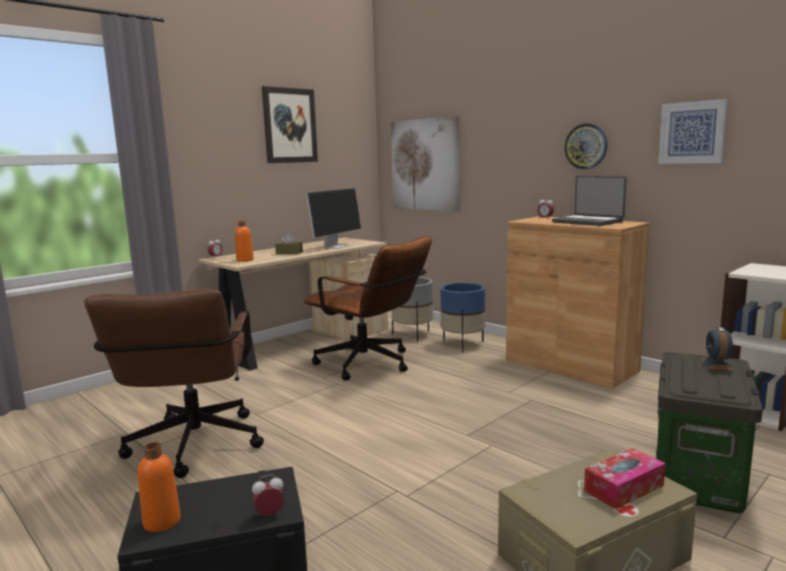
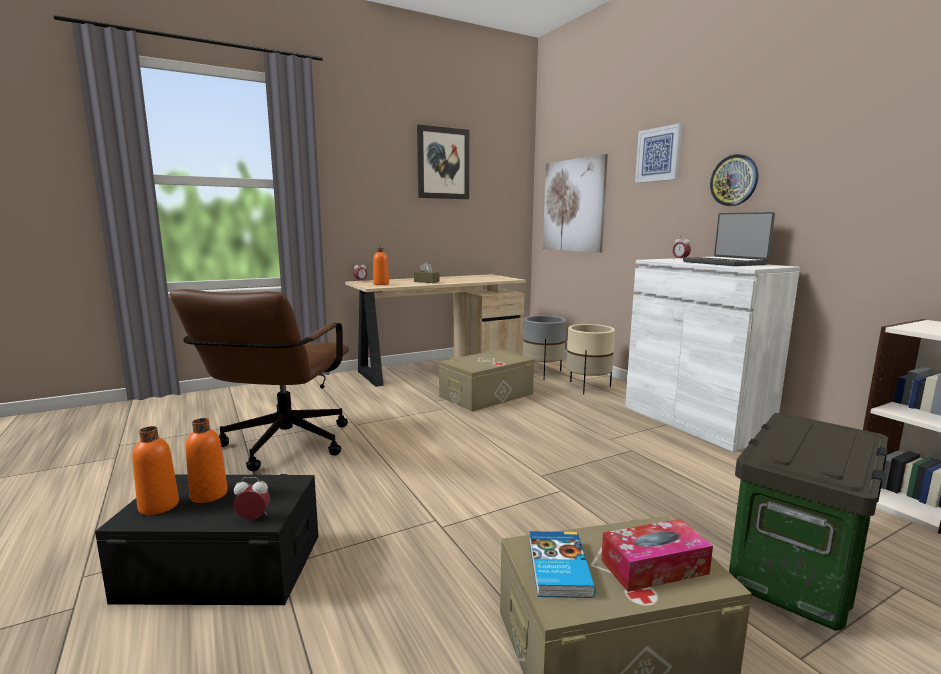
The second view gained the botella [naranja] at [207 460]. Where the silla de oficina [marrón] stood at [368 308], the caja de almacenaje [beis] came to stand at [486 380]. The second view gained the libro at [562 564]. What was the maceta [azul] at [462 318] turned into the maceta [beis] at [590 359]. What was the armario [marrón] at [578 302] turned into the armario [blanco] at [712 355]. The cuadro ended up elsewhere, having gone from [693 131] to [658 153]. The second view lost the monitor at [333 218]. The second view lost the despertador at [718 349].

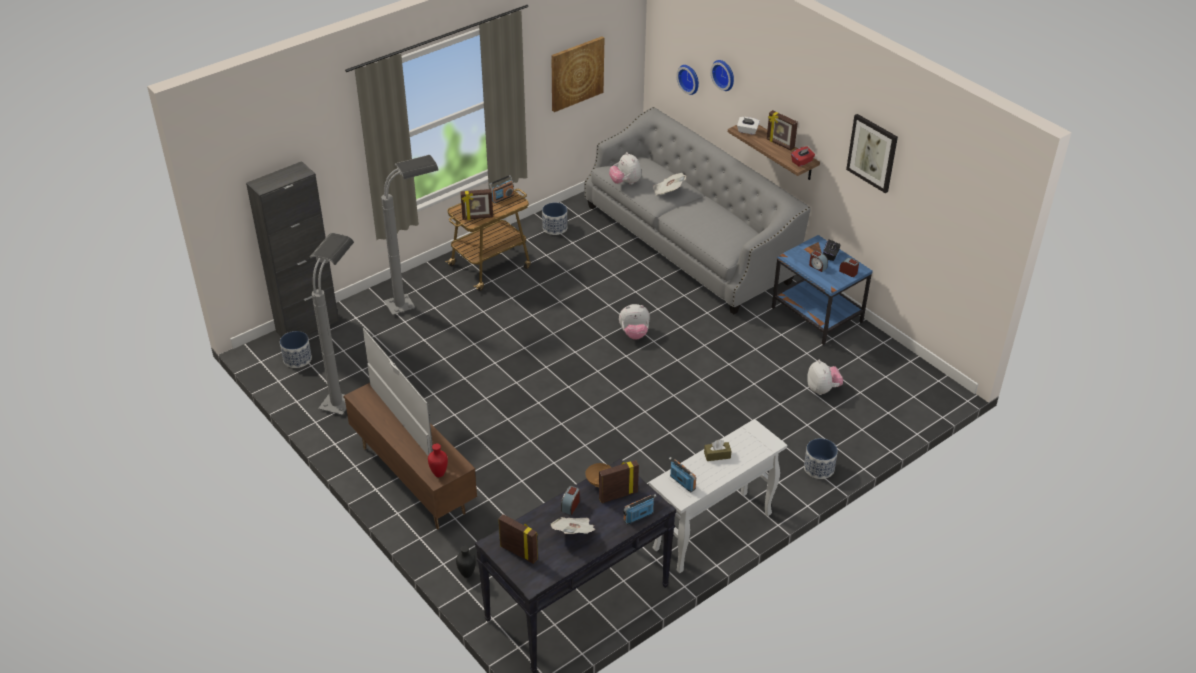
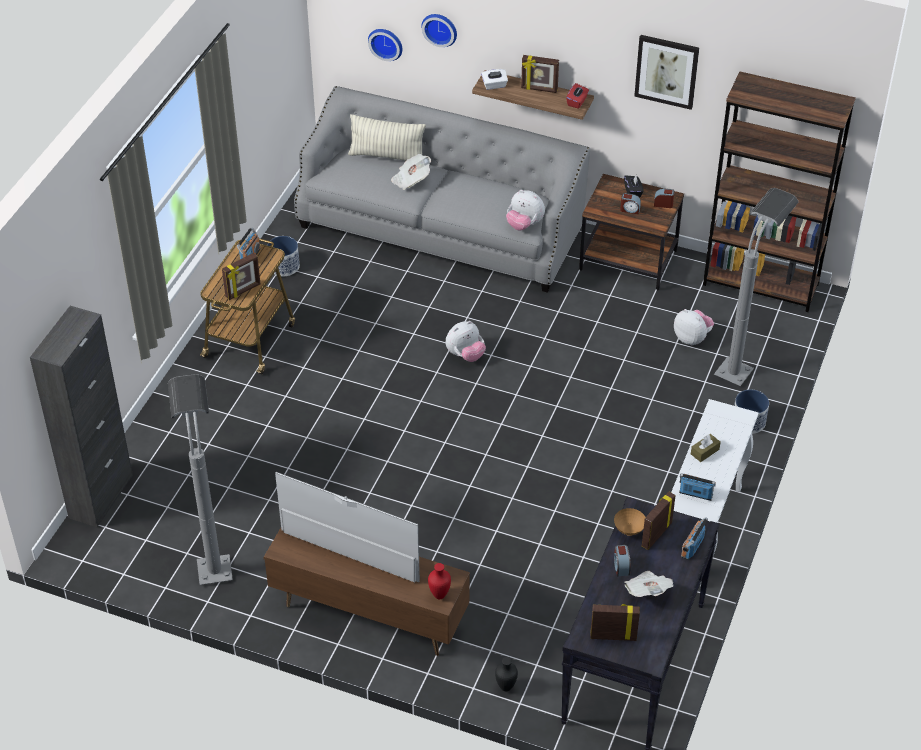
The second view gained the cojín at [387 137]. The peluche ended up elsewhere, having gone from [625 168] to [525 210]. What was the mesa auxiliar [azul] at [822 290] turned into the mesa auxiliar [marrón] at [631 232]. The second view gained the estantería [marrón] at [779 191]. The lámpara de pie [gris] ended up elsewhere, having gone from [410 235] to [756 287]. The second view lost the maceta at [296 349]. The second view lost the cuadro at [577 74].

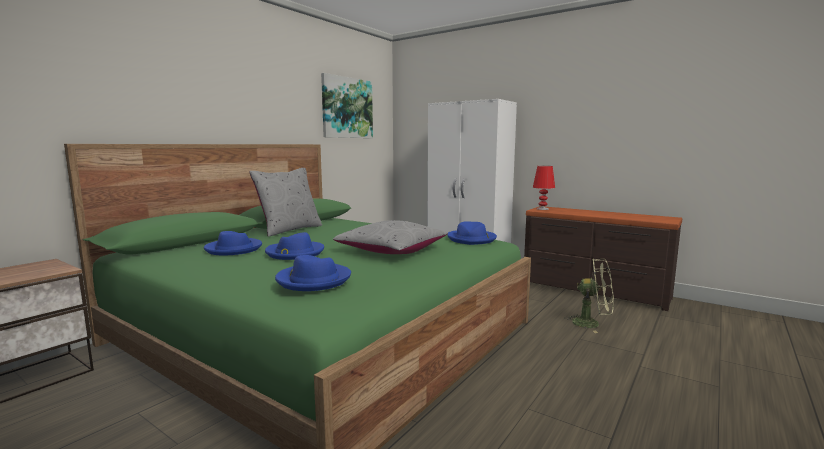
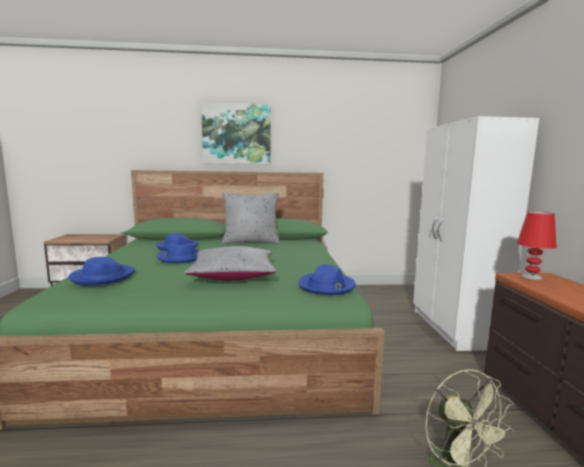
The cuadro ended up elsewhere, having gone from [347 105] to [236 133].

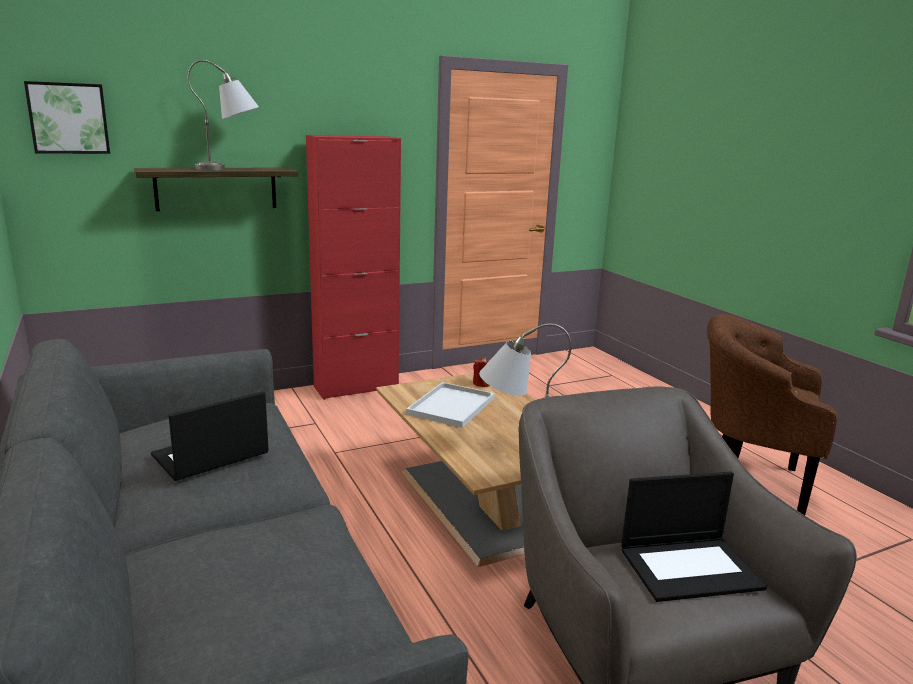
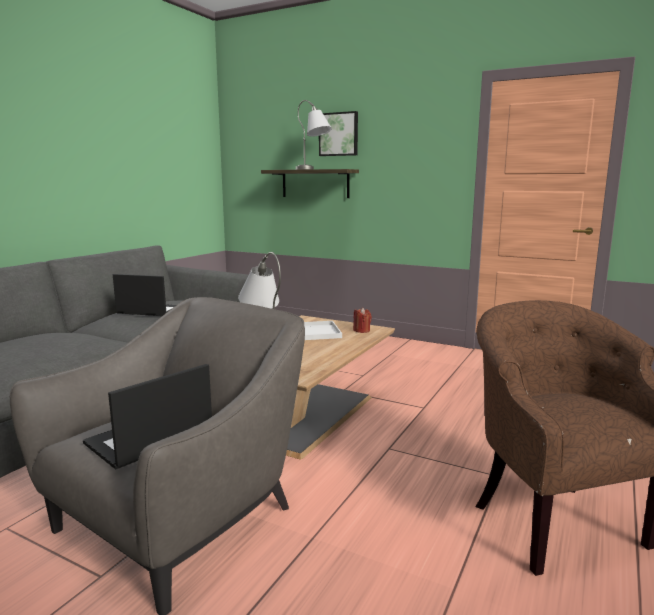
The portátil at [694 537] ended up facing another way, 90 degrees clockwise from before. The cuadro ended up elsewhere, having gone from [67 117] to [338 133]. The second view lost the armario [rojo] at [353 267].

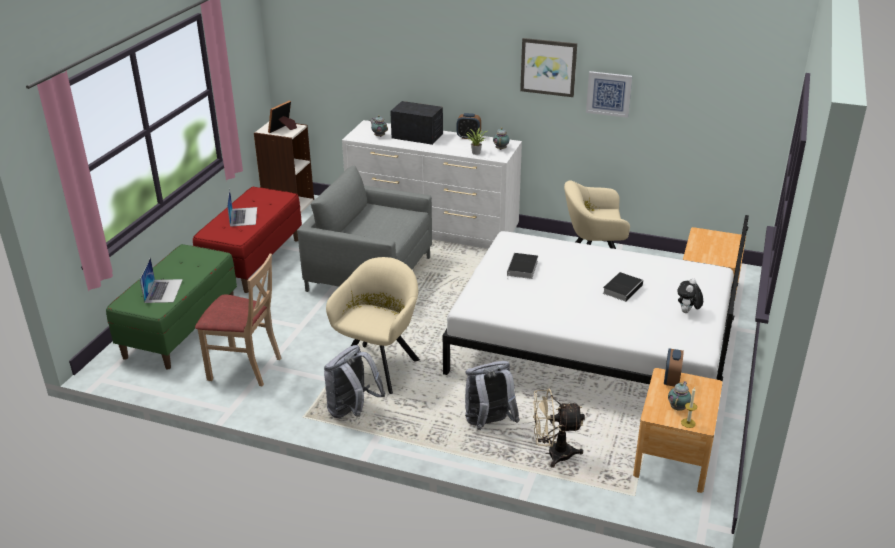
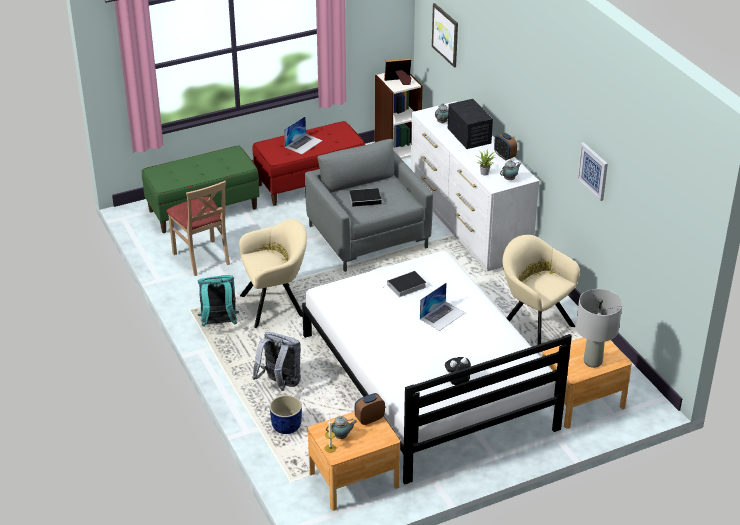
What was the mochila [gris] at [354 381] turned into the mochila [turquesa] at [218 301]. Where the ventilador [beis] stood at [559 428], the maceta [azul] came to stand at [286 414]. The libro ended up elsewhere, having gone from [623 287] to [367 197]. The portátil ended up elsewhere, having gone from [161 280] to [442 306]. The cuadro ended up elsewhere, having gone from [548 67] to [445 35]. The second view gained the lámpara de mesa [gris] at [599 328].

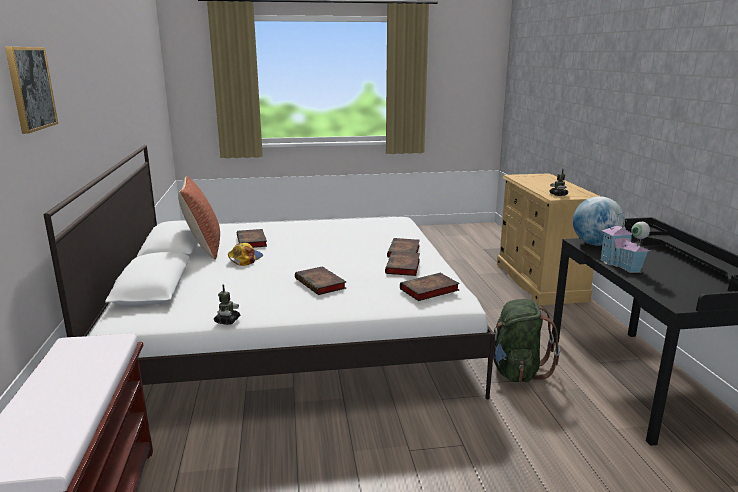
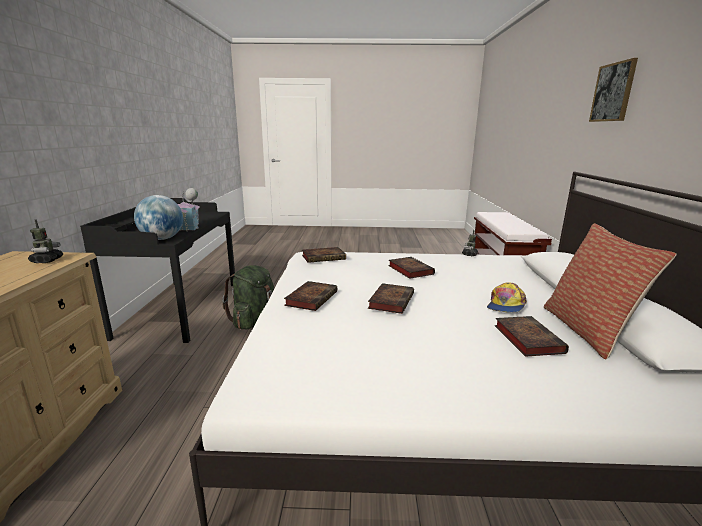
The libro ended up elsewhere, having gone from [402 263] to [391 298].

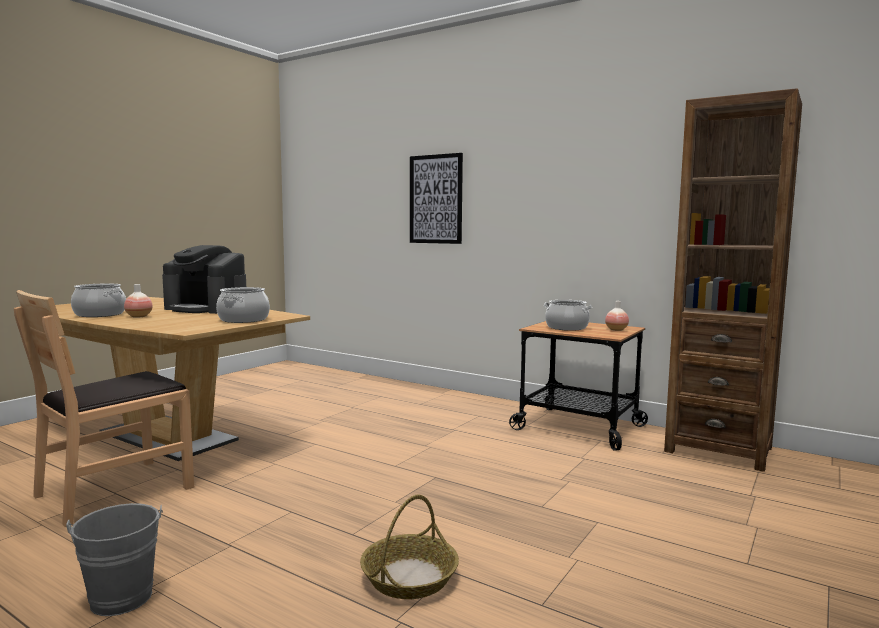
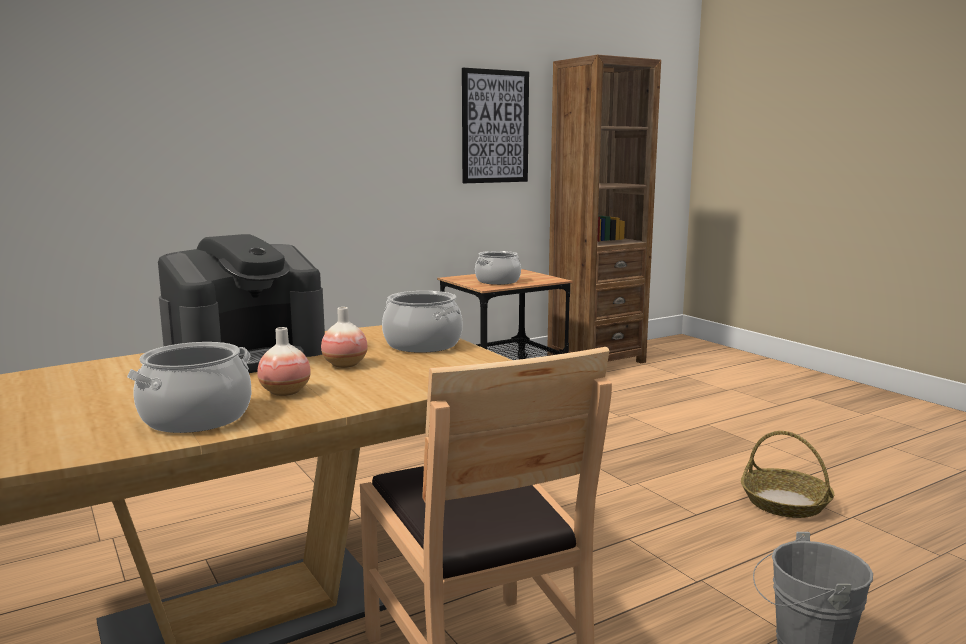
The florero ended up elsewhere, having gone from [617 316] to [344 337]. The cuadro ended up elsewhere, having gone from [436 198] to [495 125].

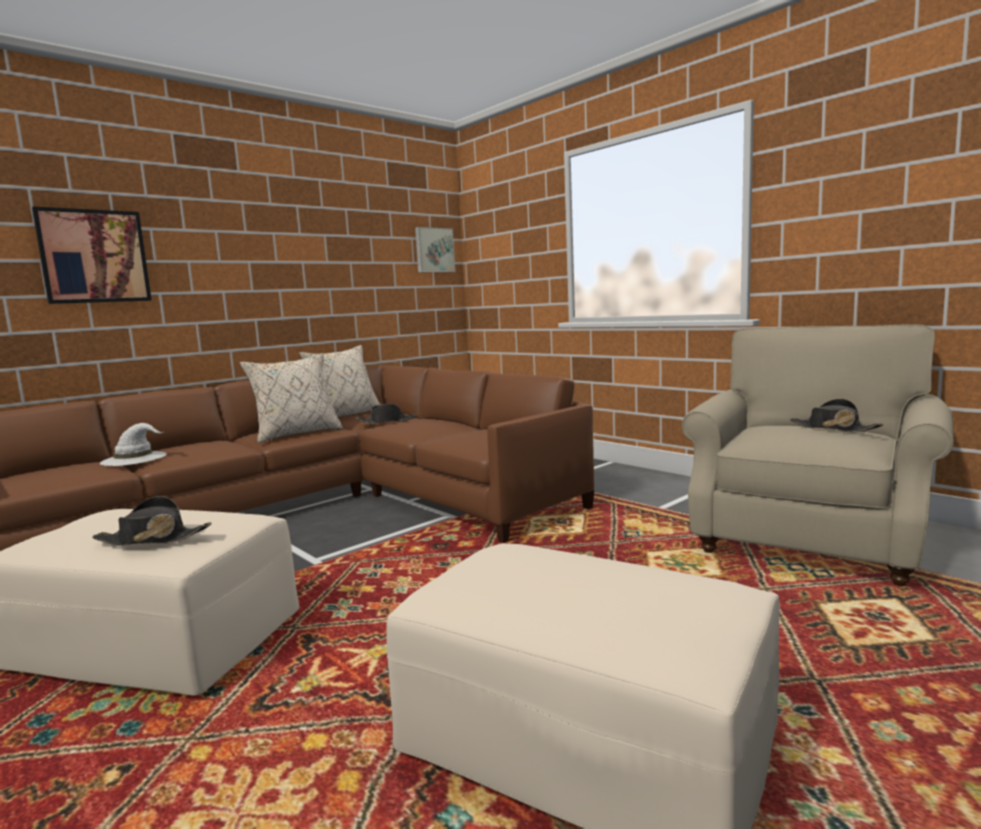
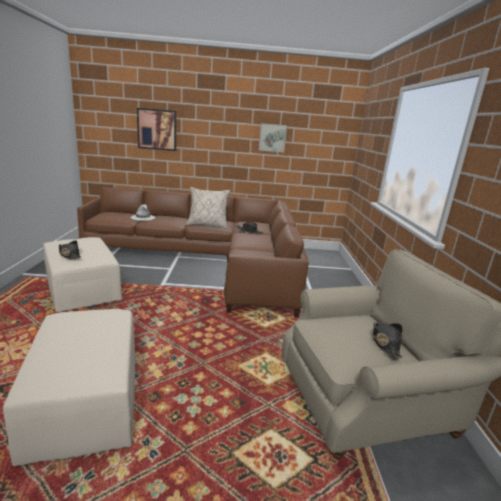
The cuadro ended up elsewhere, having gone from [435 249] to [273 137]. The second view lost the cojín [beis] at [340 381].

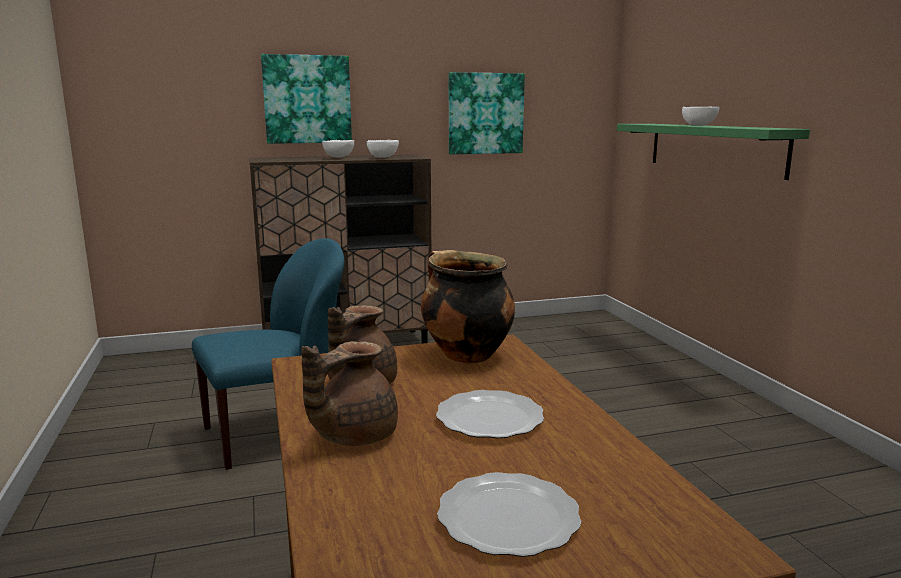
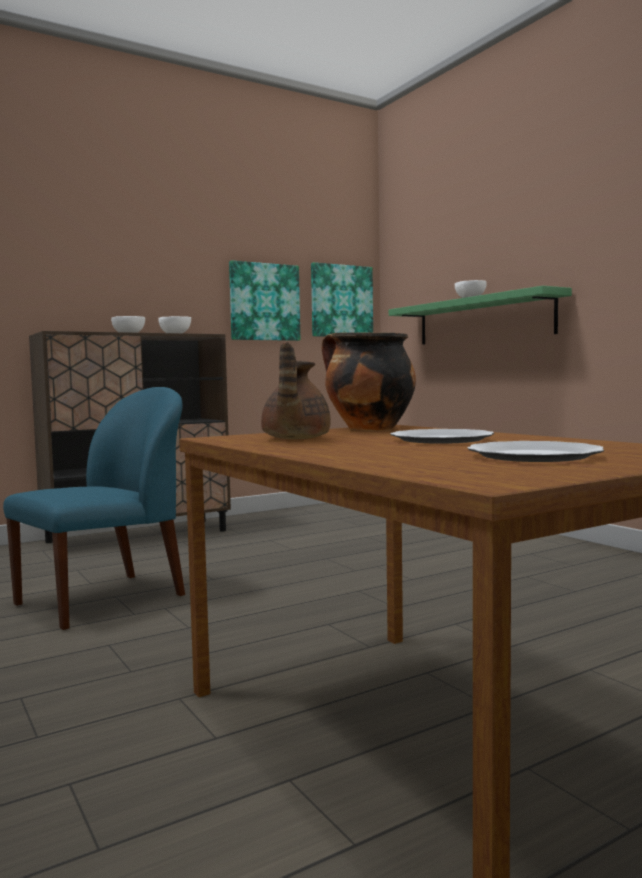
The cuadro ended up elsewhere, having gone from [306 99] to [342 299]. The second view lost the tetera [marrón] at [349 393].

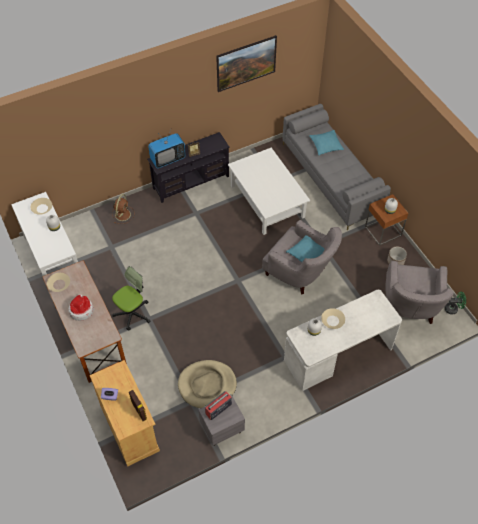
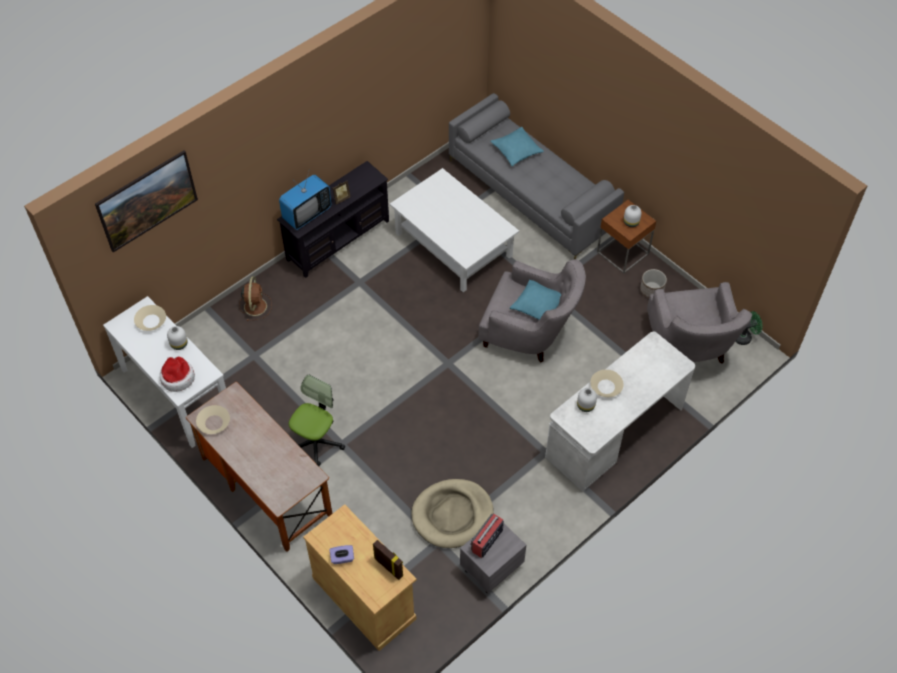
The cuadro ended up elsewhere, having gone from [246 63] to [146 201]. The sombrero ended up elsewhere, having gone from [81 307] to [177 374].

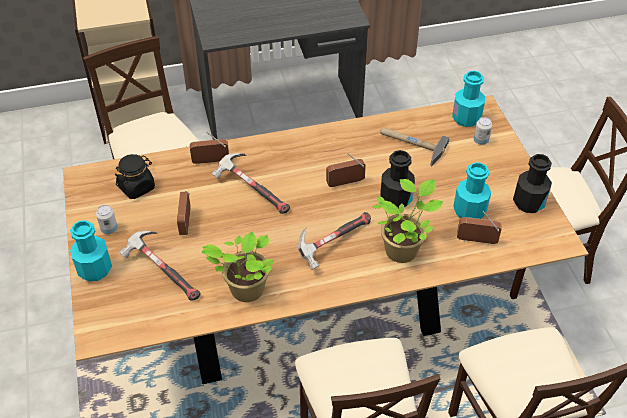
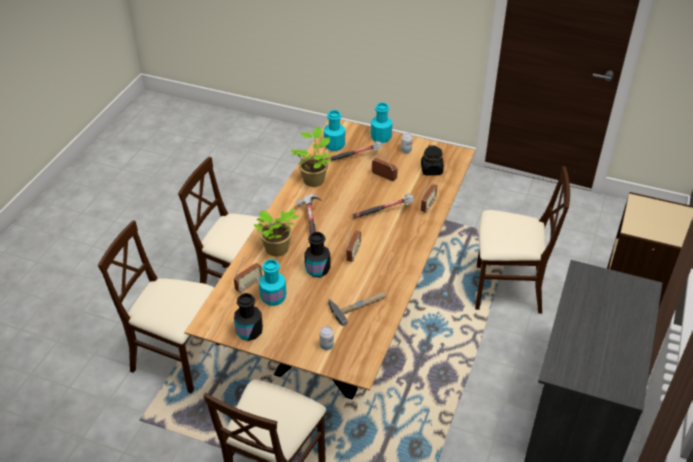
The botella [turquesa] ended up elsewhere, having gone from [468 99] to [334 130].

